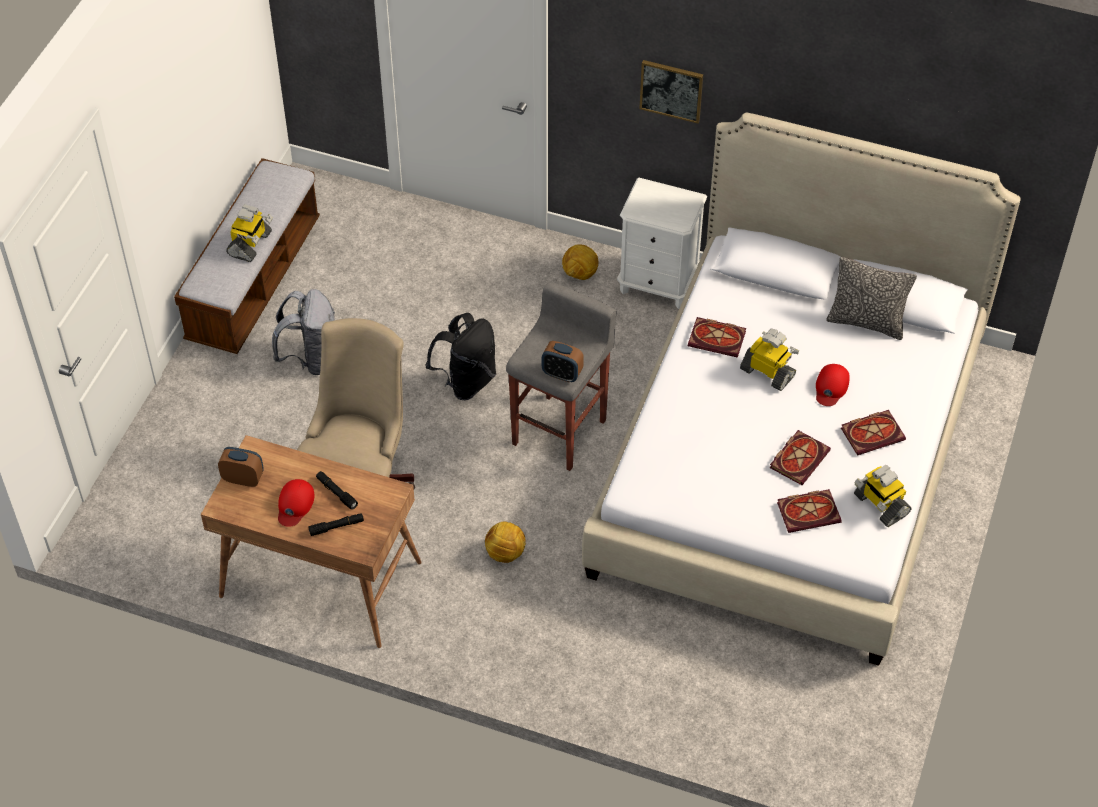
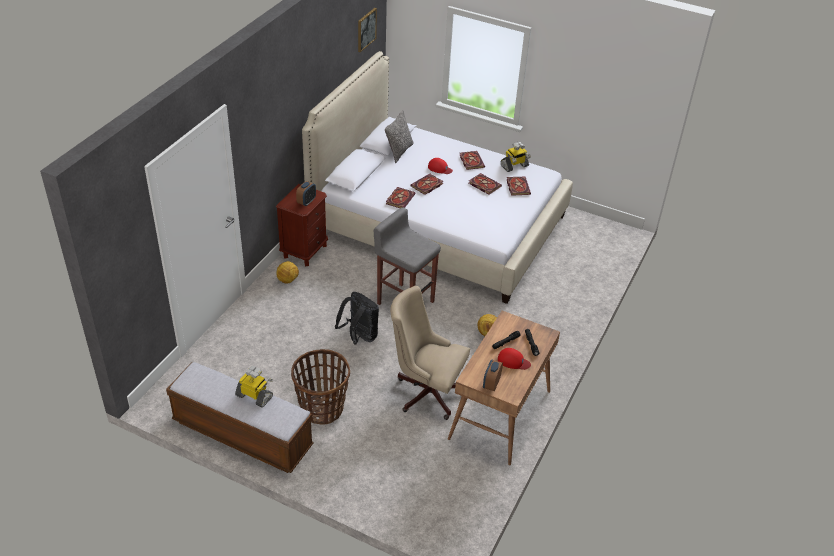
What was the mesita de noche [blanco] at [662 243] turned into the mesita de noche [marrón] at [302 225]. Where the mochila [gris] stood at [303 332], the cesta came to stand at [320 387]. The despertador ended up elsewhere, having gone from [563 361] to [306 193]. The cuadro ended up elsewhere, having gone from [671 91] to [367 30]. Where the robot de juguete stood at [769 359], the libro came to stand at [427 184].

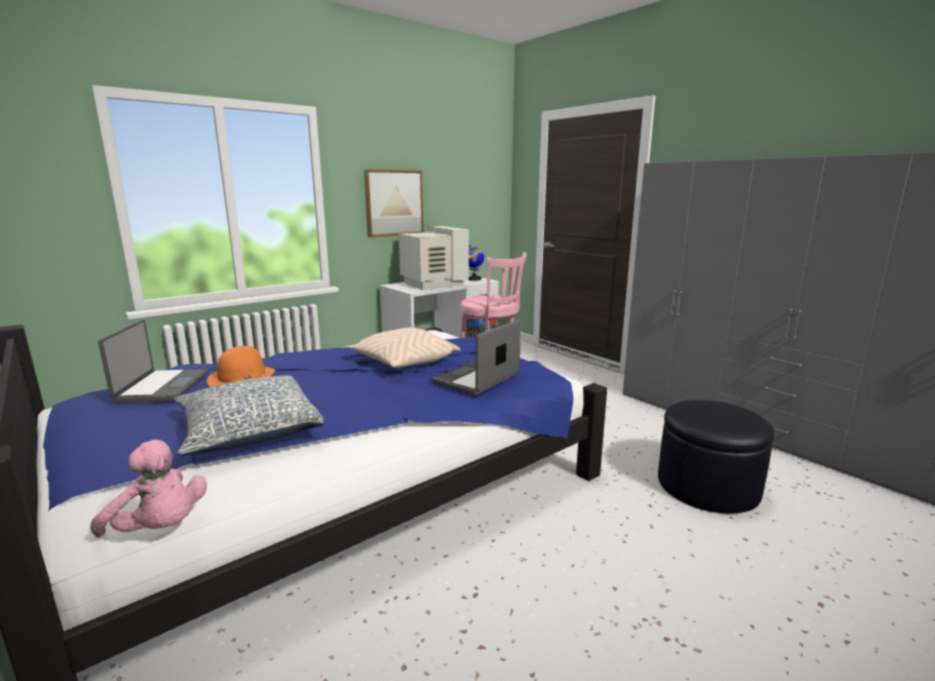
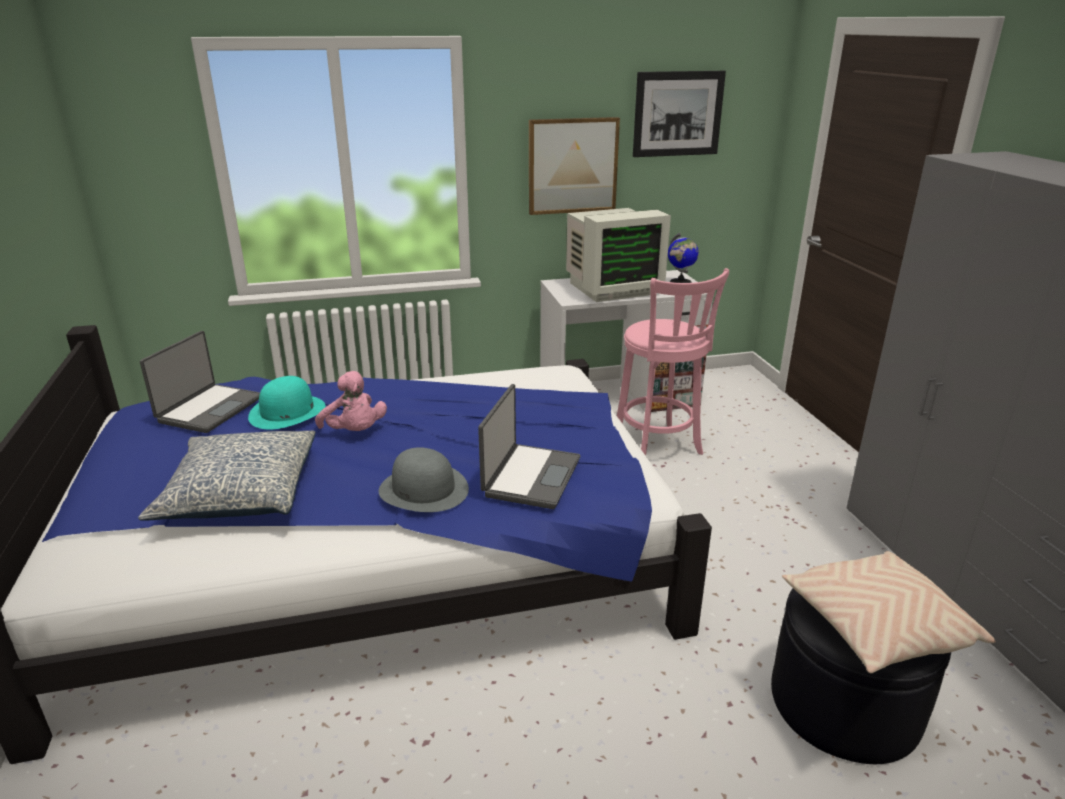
What was the sombrero [naranja] at [241 366] turned into the sombrero [turquesa] at [287 402]. The peluche [rosa] ended up elsewhere, having gone from [148 488] to [351 401]. The second view gained the sombrero [gris] at [424 479]. The portátil at [476 358] ended up facing another way, 135 degrees clockwise from before. The monitor at [434 258] ended up facing another way, 75 degrees clockwise from before. The second view gained the cuadro at [679 114]. The cojín [beis] ended up elsewhere, having gone from [405 348] to [889 612].

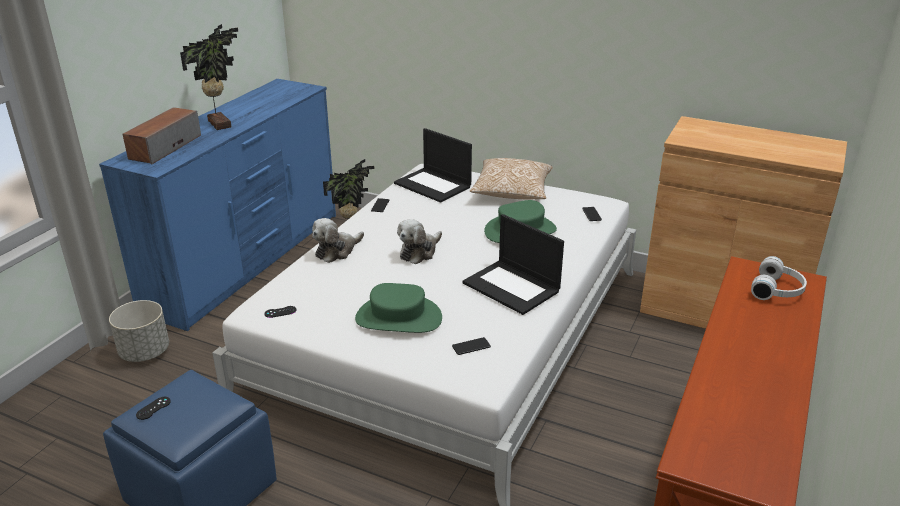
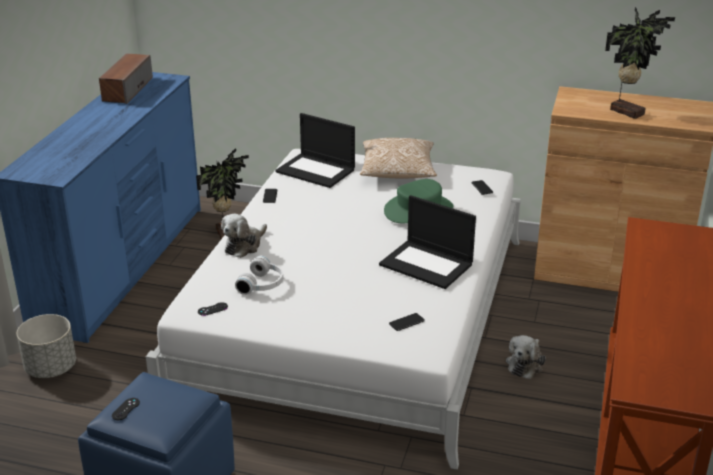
The altavoz ended up elsewhere, having gone from [162 135] to [126 78]. The auriculares [blanco] ended up elsewhere, having gone from [779 278] to [259 275]. The peluche ended up elsewhere, having gone from [419 241] to [526 357]. The planta en maceta ended up elsewhere, having gone from [209 77] to [640 63]. The second view lost the sombrero [verde] at [398 308].

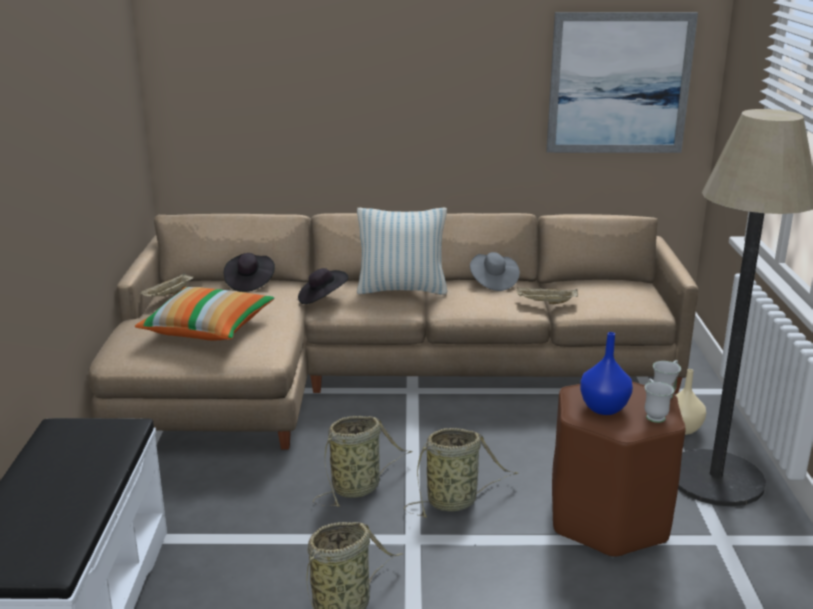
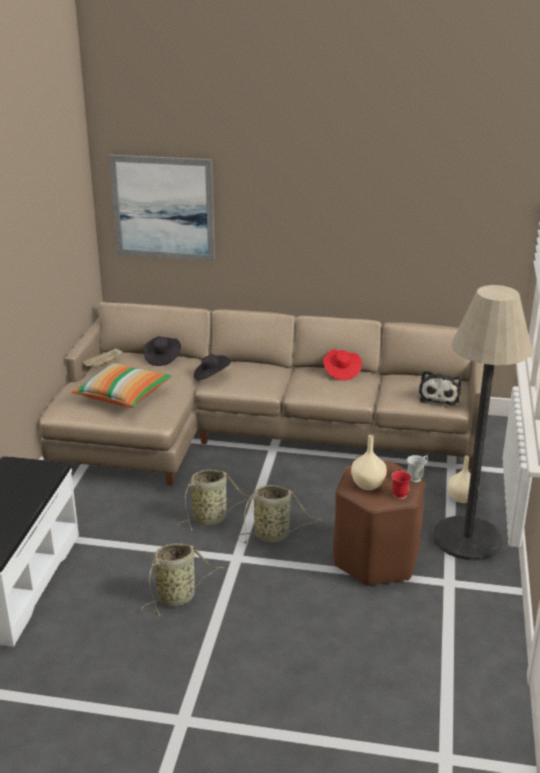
The cuadro ended up elsewhere, having gone from [622 82] to [162 208]. What was the sombrero [gris] at [495 271] turned into the sombrero [rojo] at [342 365]. What was the florero [azul] at [606 373] turned into the florero [beis] at [369 462]. What was the taza grande [blanco] at [659 401] turned into the taza grande [rojo] at [402 483]. The second view gained the peluche at [440 387]. The second view lost the cojín at [402 251]. The second view lost the bandeja [beis] at [547 295].

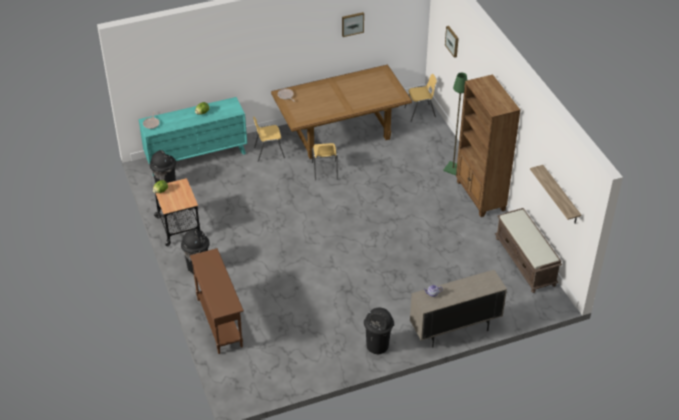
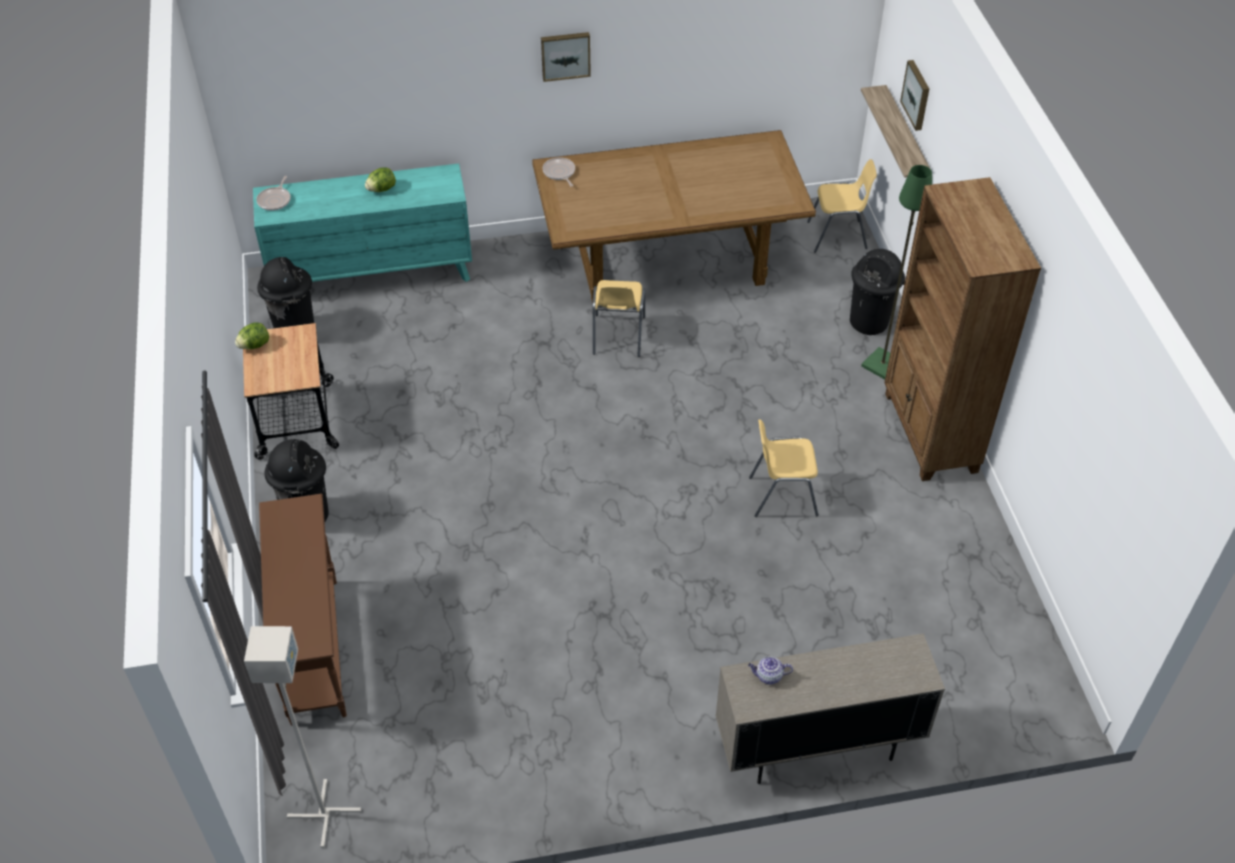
The second view gained the lámpara de pie [gris] at [302 737]. The cuadro ended up elsewhere, having gone from [353 24] to [566 57]. The silla [amarillo] ended up elsewhere, having gone from [269 139] to [783 468]. The papelera [negro] ended up elsewhere, having gone from [379 330] to [877 292]. The estante ended up elsewhere, having gone from [555 194] to [895 131]. The second view lost the banco [marrón] at [528 250].

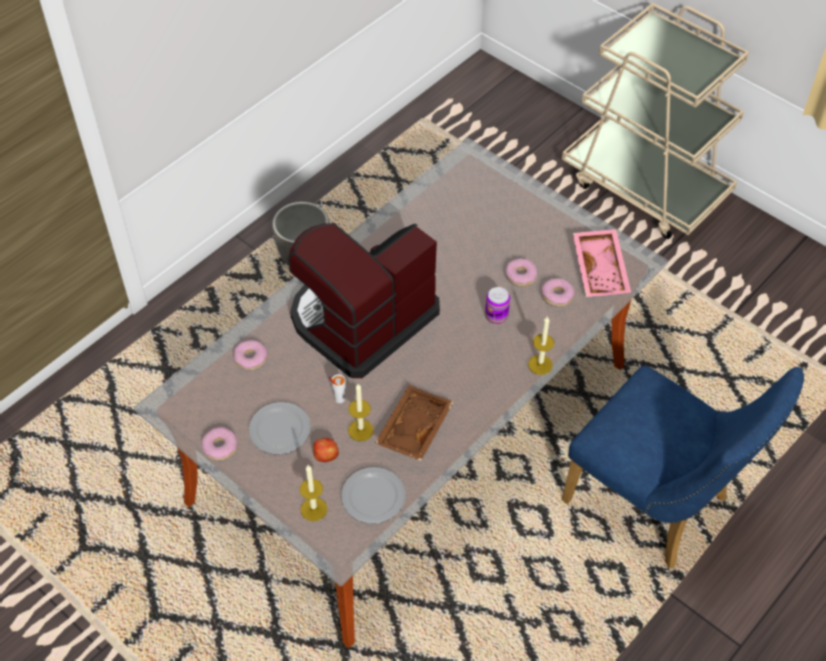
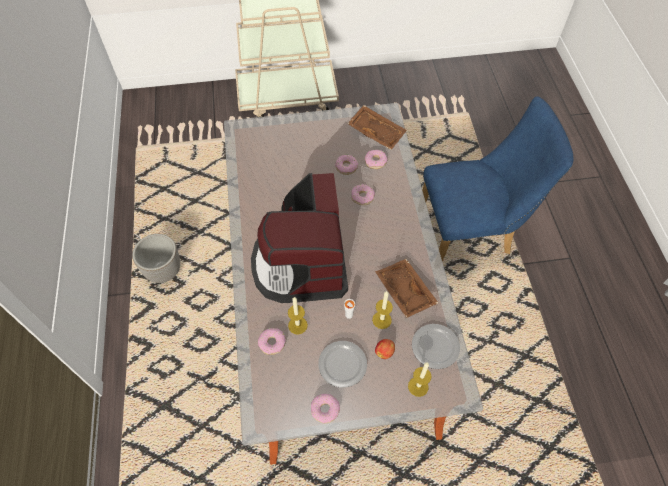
The vela ended up elsewhere, having gone from [541 346] to [298 316]. What was the bandeja [rosa] at [602 263] turned into the bandeja [marrón] at [377 127]. Where the lata stood at [497 305], the rosquilla came to stand at [363 194].

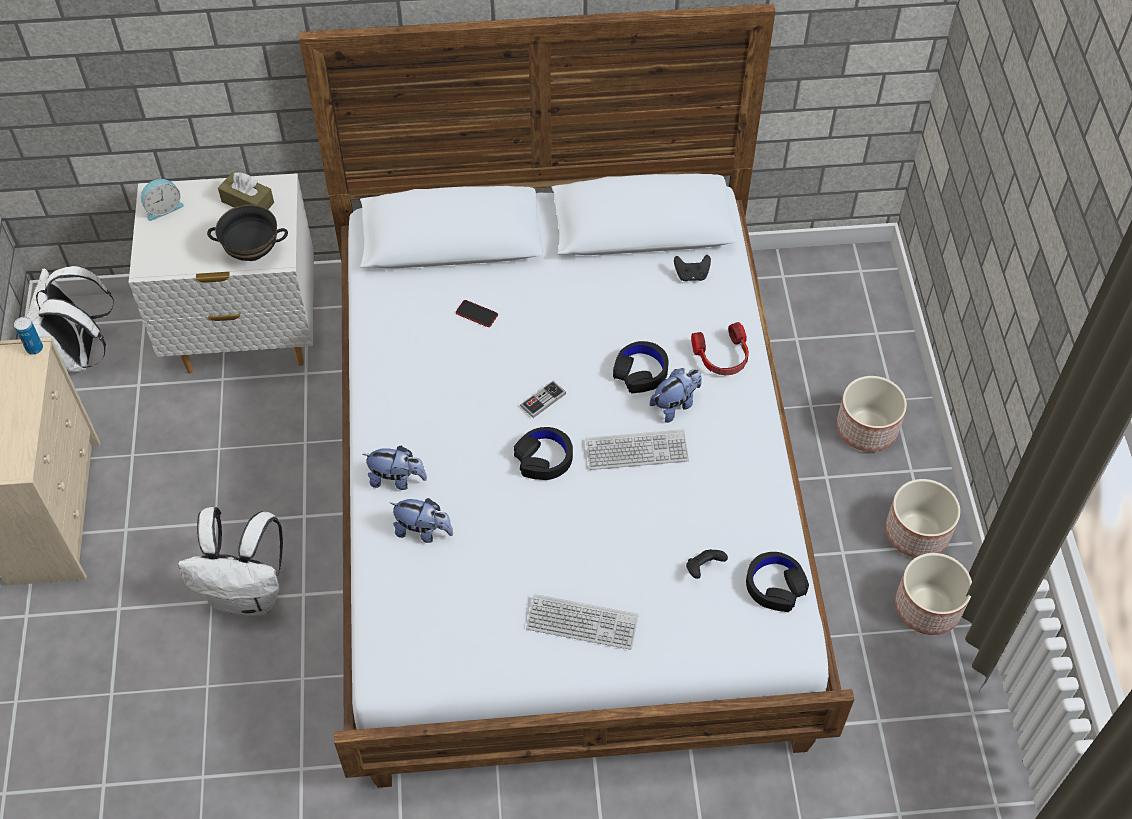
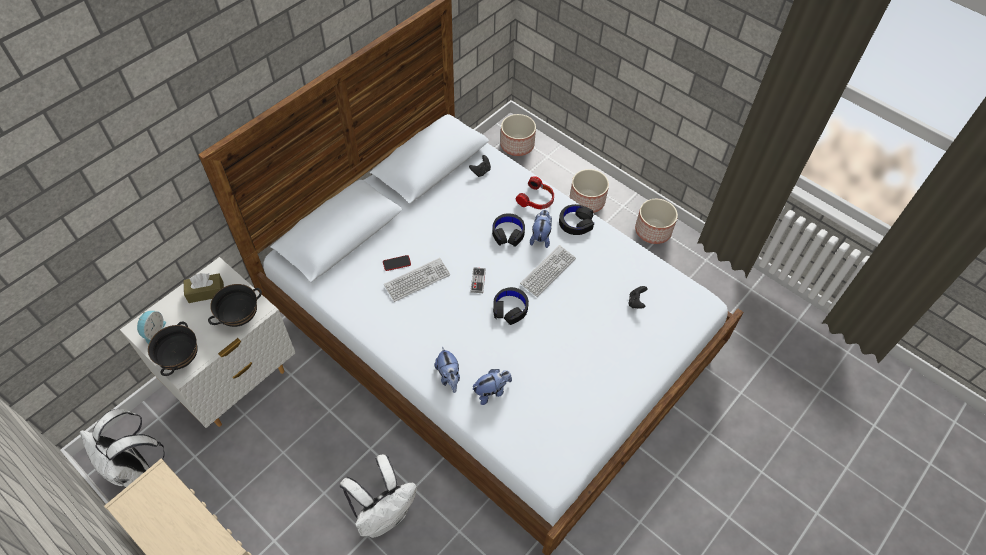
The second view gained the cuenco [negro] at [173 349]. The teclado ended up elsewhere, having gone from [582 622] to [417 280]. The peluche at [395 468] ended up facing another way, 105 degrees clockwise from before. The maceta ended up elsewhere, having gone from [933 594] to [518 135]. The auriculares [negro] ended up elsewhere, having gone from [777 582] to [576 219]. The second view lost the lata at [28 336].

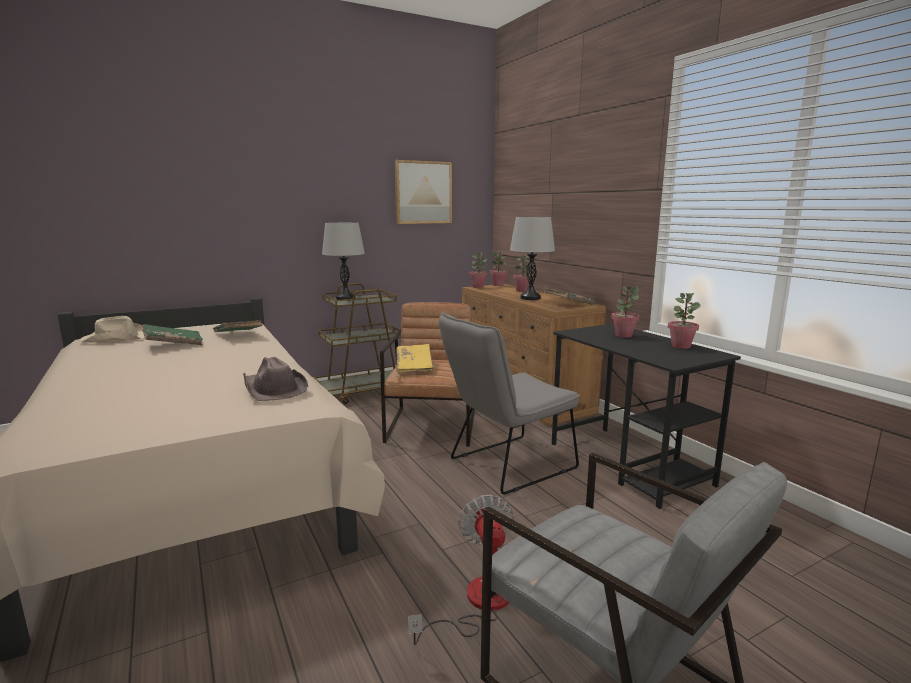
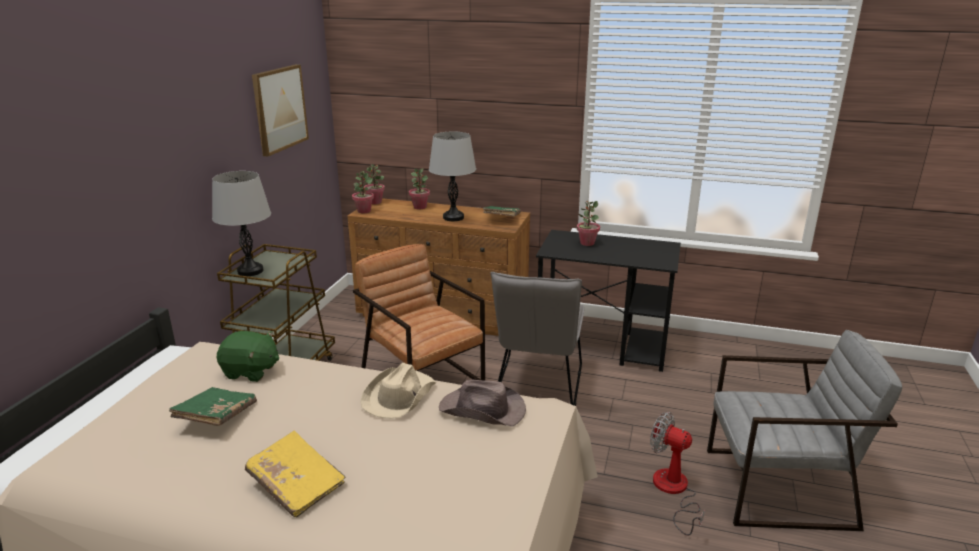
Where the libro [verde] stood at [238 326], the peluche [verde] came to stand at [248 356]. The libro [amarillo] ended up elsewhere, having gone from [415 359] to [295 474]. The sombrero [beis] ended up elsewhere, having gone from [112 329] to [398 391]. The second view lost the planta en maceta at [684 321].

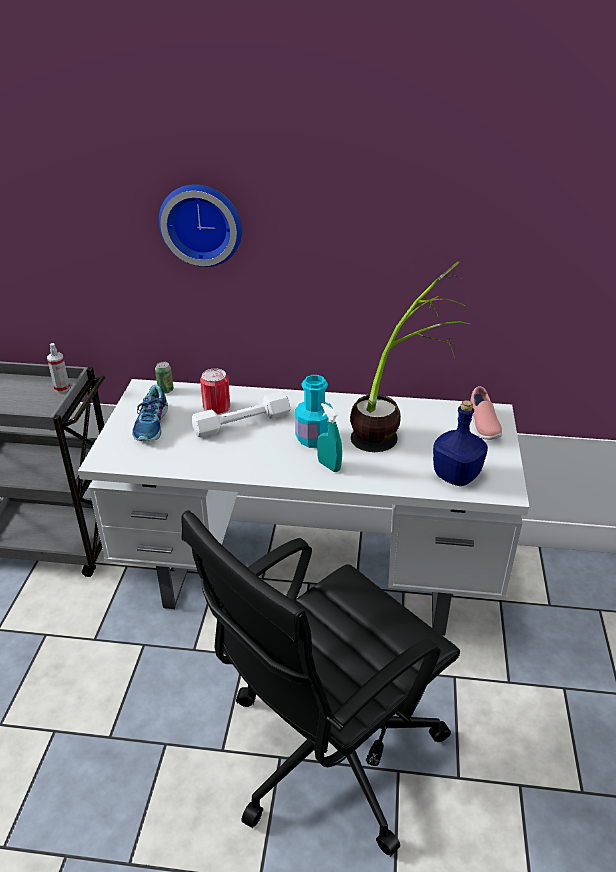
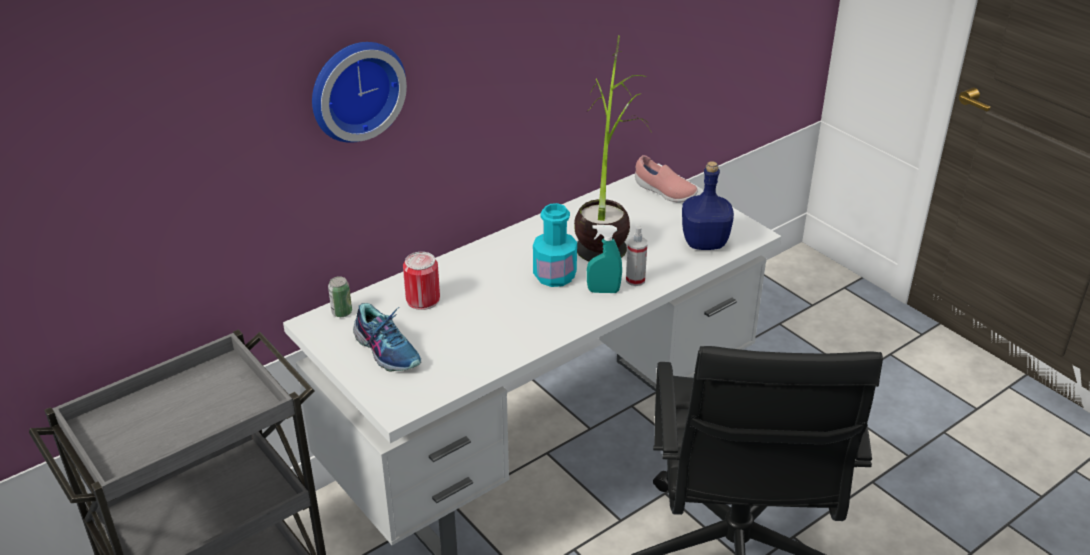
The pulverizador ended up elsewhere, having gone from [58 367] to [637 256]. The second view lost the mancuerna [blanco] at [241 414].

